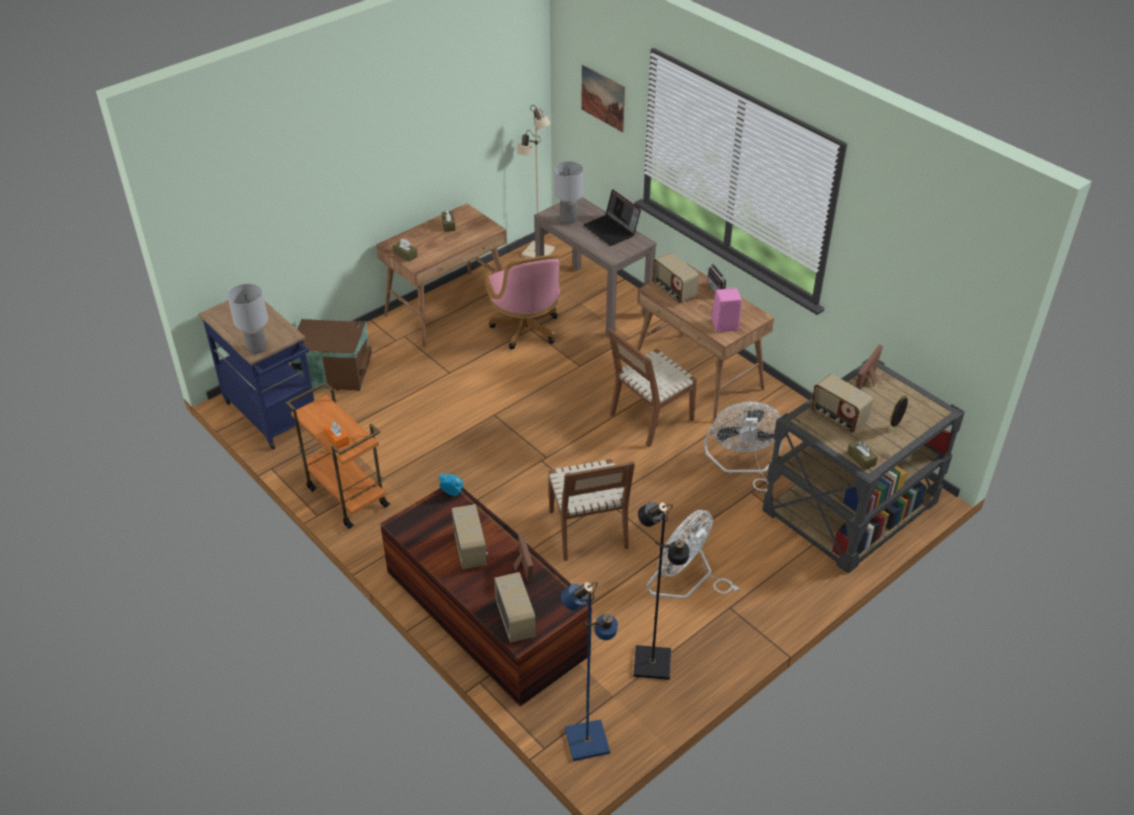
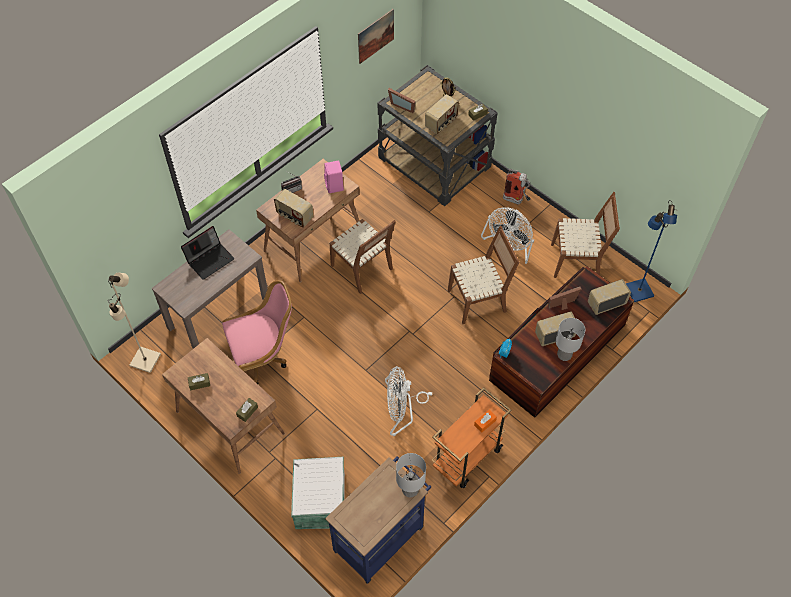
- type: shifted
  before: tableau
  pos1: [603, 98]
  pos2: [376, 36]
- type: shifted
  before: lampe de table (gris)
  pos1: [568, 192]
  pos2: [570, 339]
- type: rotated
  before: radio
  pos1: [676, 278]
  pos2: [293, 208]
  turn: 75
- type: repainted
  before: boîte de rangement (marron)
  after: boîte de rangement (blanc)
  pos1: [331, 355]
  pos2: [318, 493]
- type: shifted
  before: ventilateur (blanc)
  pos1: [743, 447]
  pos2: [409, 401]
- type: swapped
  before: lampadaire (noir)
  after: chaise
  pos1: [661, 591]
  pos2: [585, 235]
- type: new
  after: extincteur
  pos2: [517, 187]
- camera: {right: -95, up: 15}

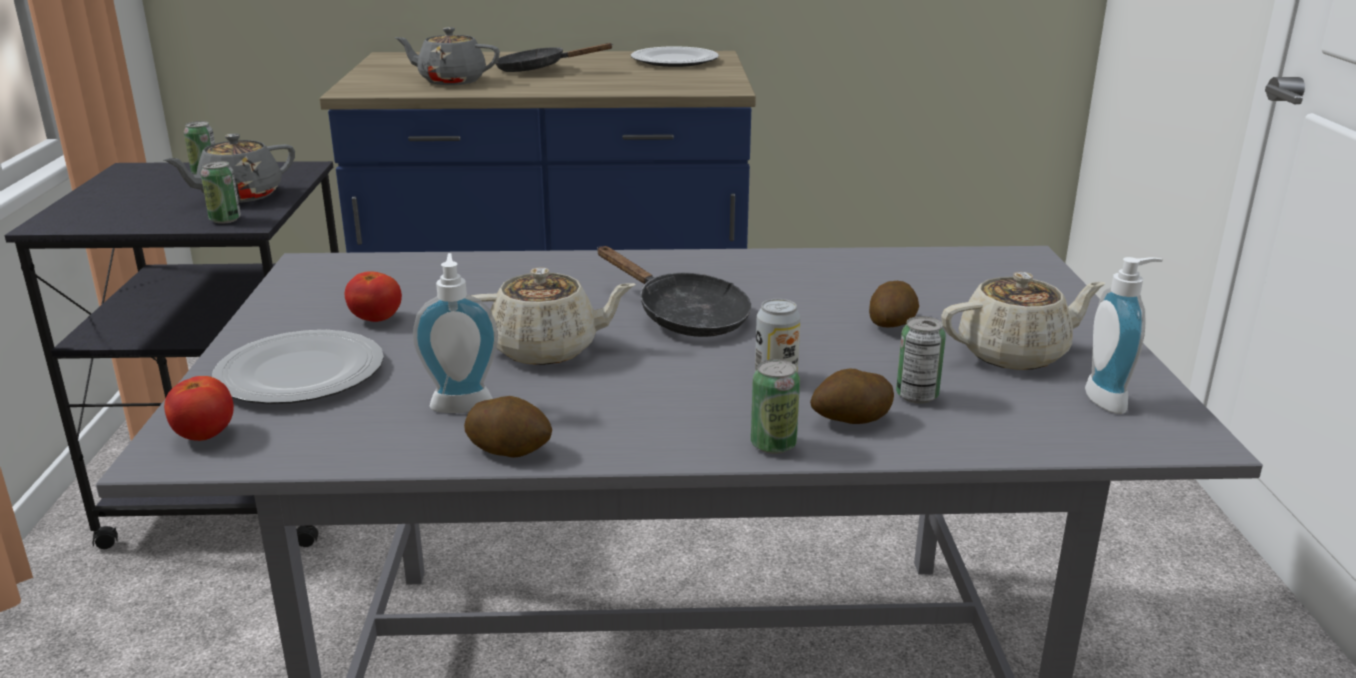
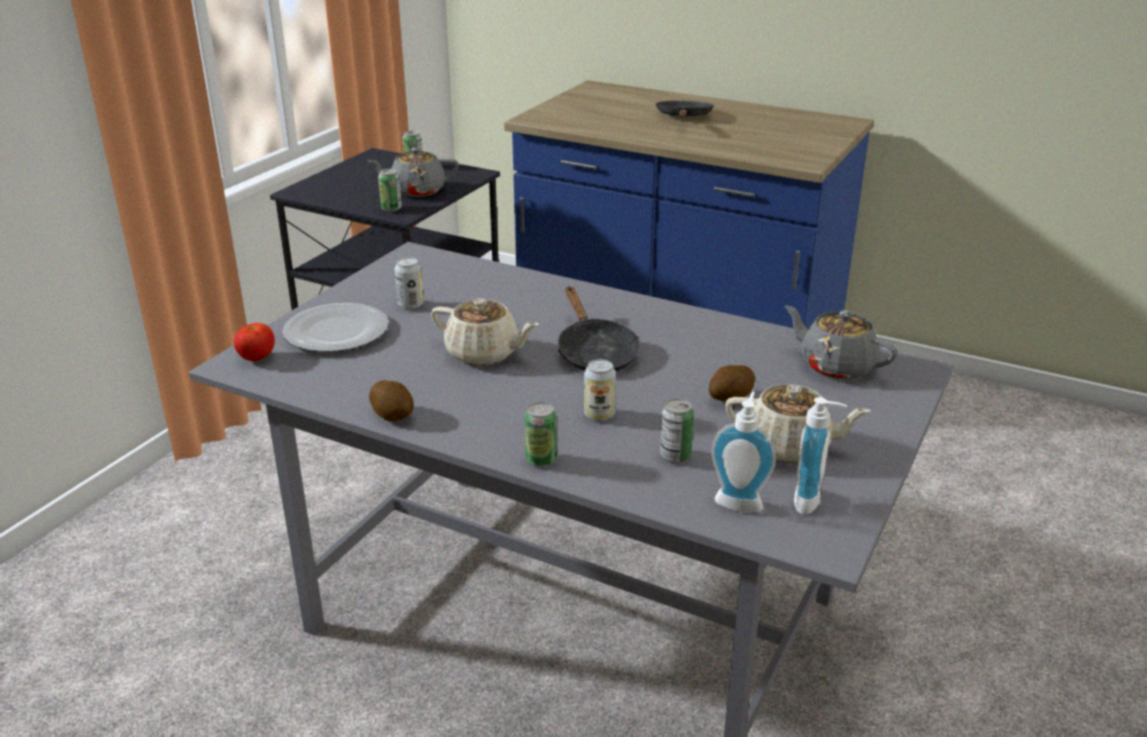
- type: shifted
  before: théière (gris)
  pos1: [447, 56]
  pos2: [841, 342]
- type: rotated
  before: poêle (noir)
  pos1: [555, 57]
  pos2: [684, 109]
  turn: 60
- type: gone
  before: assiette
  pos1: [675, 56]
- type: shifted
  before: distributeur de savon
  pos1: [455, 333]
  pos2: [743, 452]
- type: swapped
  before: tomate
  after: boîte métallique
  pos1: [373, 296]
  pos2: [409, 283]
- type: gone
  before: pomme de terre
  pos1: [852, 396]
- camera: {right: 30, up: 5}

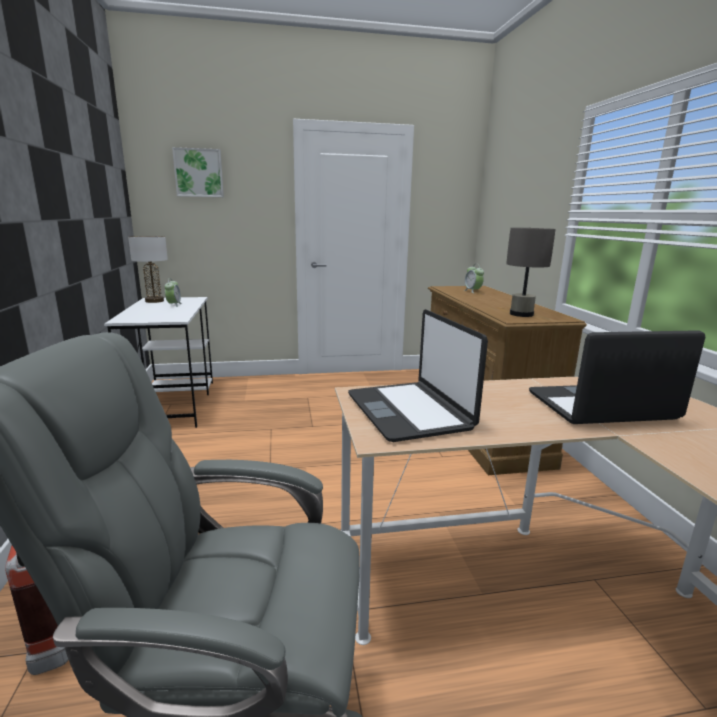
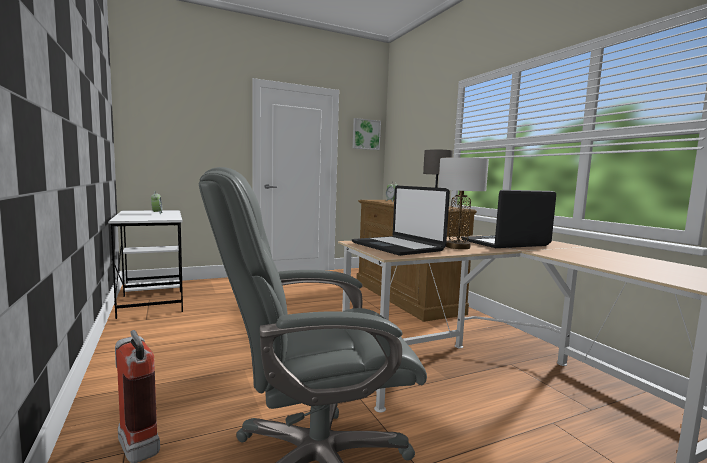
- type: shifted
  before: tableau
  pos1: [198, 172]
  pos2: [367, 134]
- type: shifted
  before: lampe de table
  pos1: [148, 269]
  pos2: [463, 203]
- camera: {right: -15, up: -10}

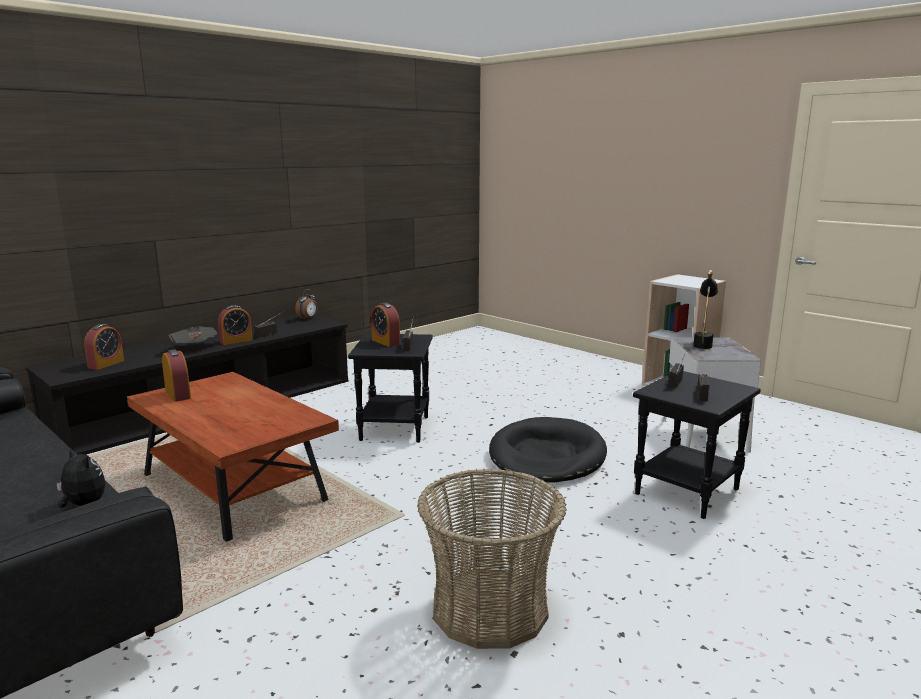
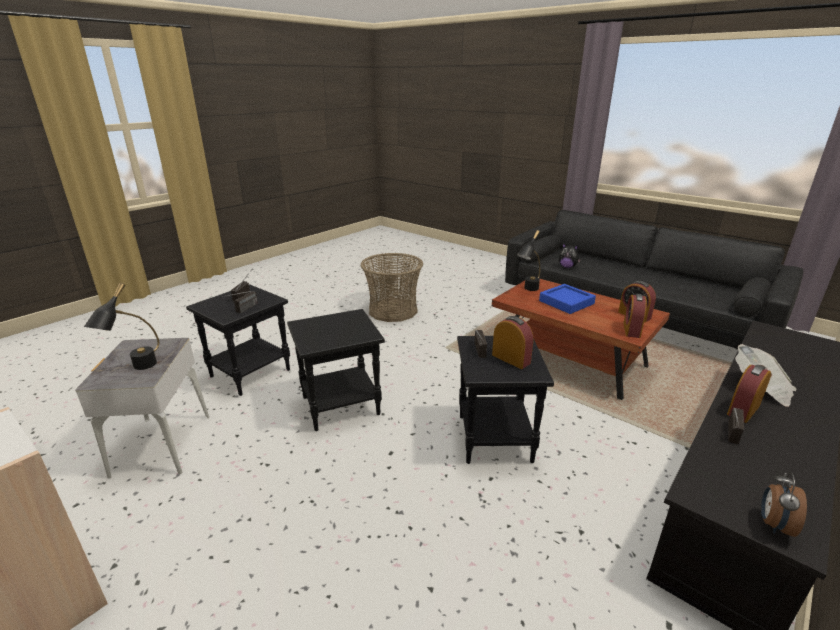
- type: shifted
  before: réveil
  pos1: [104, 347]
  pos2: [635, 316]
- type: swapped
  before: panier pour chien (noir)
  after: table d'appoint (noir)
  pos1: [548, 450]
  pos2: [336, 370]
- type: new
  after: lampe de table (noir)
  pos2: [528, 260]
- type: new
  after: plateau (bleu)
  pos2: [567, 299]
- camera: {right: 175, up: 10}

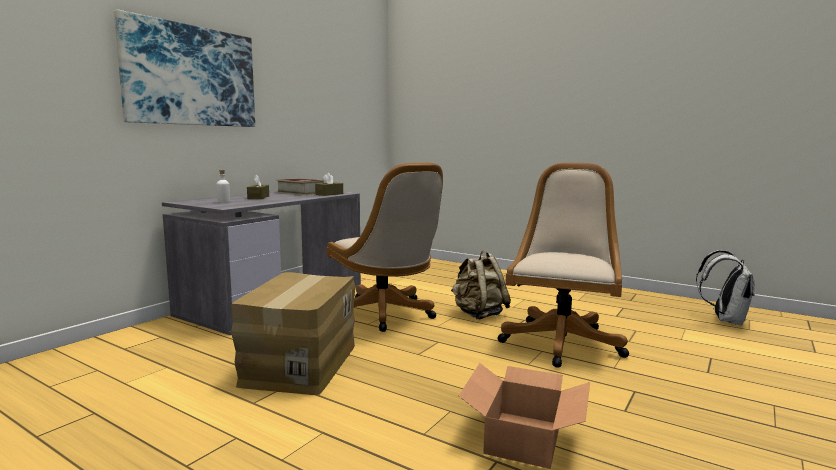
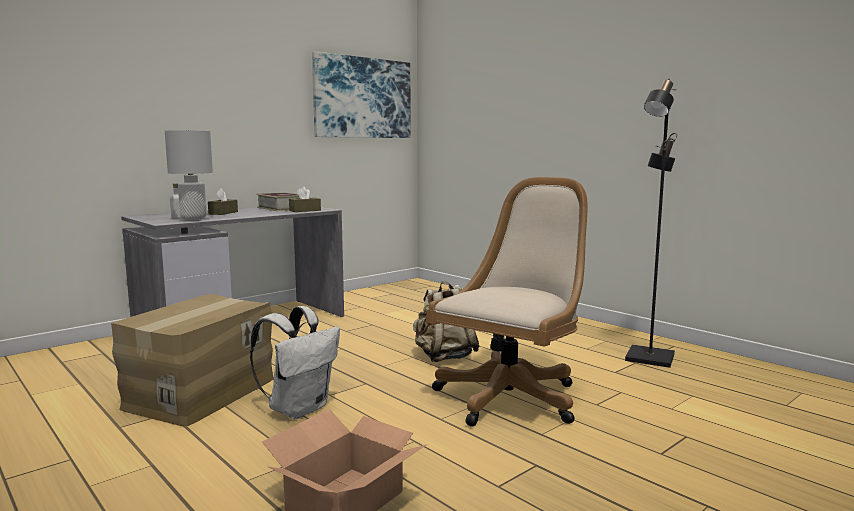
- type: shifted
  before: tableau
  pos1: [184, 68]
  pos2: [361, 94]
- type: gone
  before: chaise de bureau
  pos1: [385, 247]
- type: shifted
  before: sac à dos (blanc)
  pos1: [726, 288]
  pos2: [295, 362]
- type: new
  after: lampadaire (noir)
  pos2: [651, 223]
- type: new
  after: lampe de table (gris)
  pos2: [189, 175]
- camera: {right: 15, up: 0}

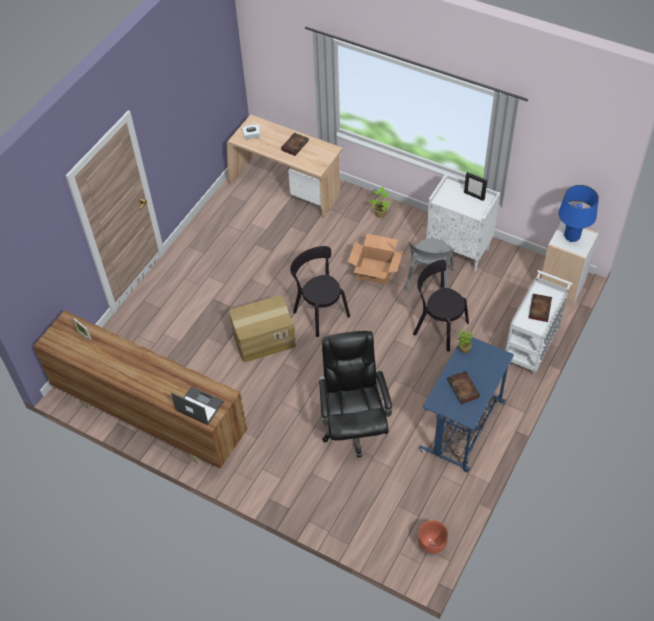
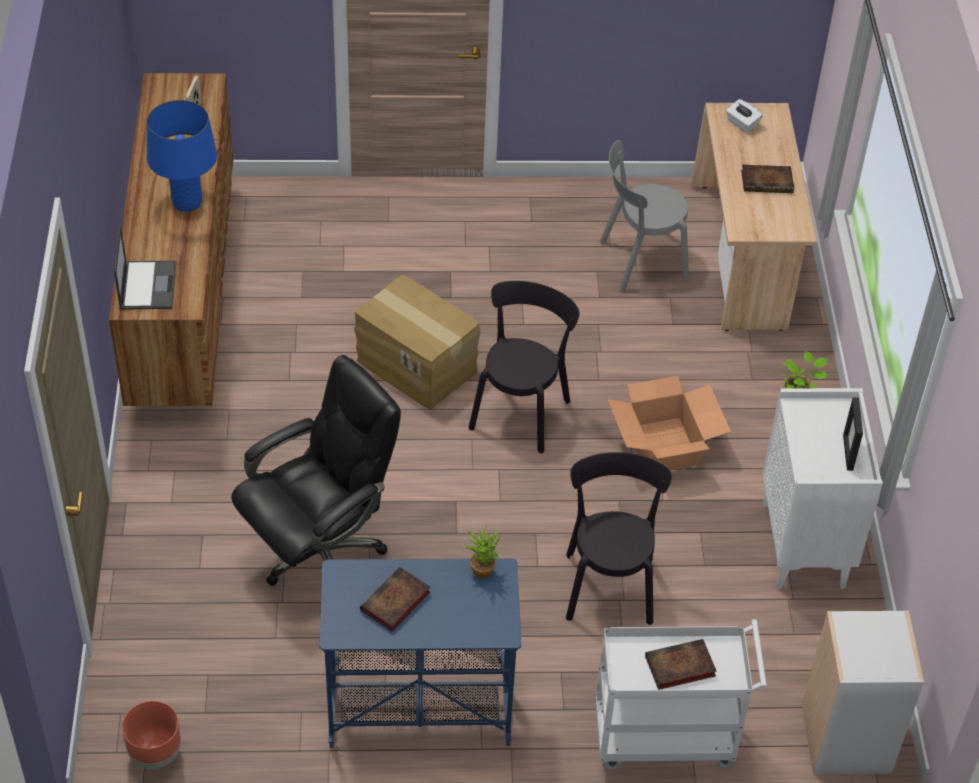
- type: shifted
  before: lampe de table (bleu)
  pos1: [578, 213]
  pos2: [182, 156]
- type: shifted
  before: chaise (gris)
  pos1: [429, 264]
  pos2: [644, 216]
- camera: {right: 55, up: -5}

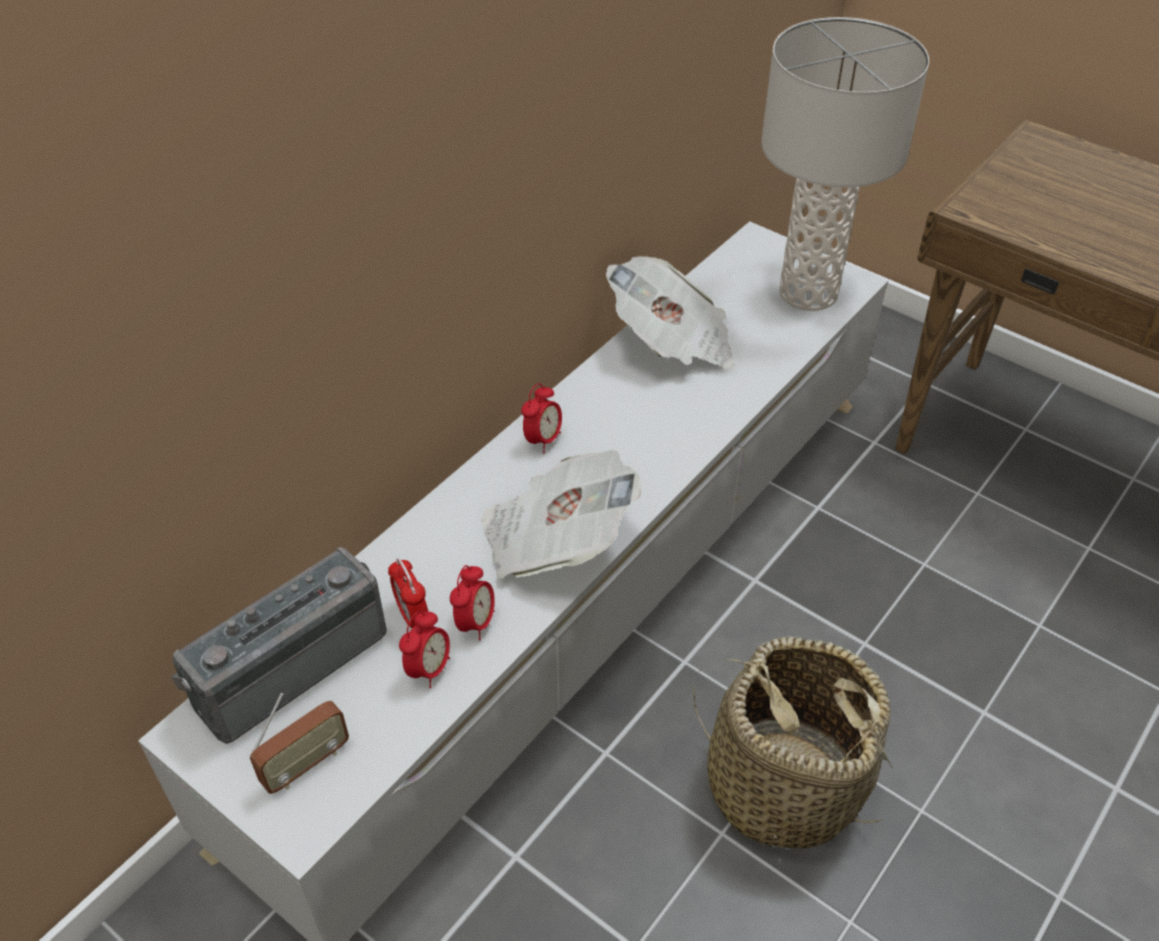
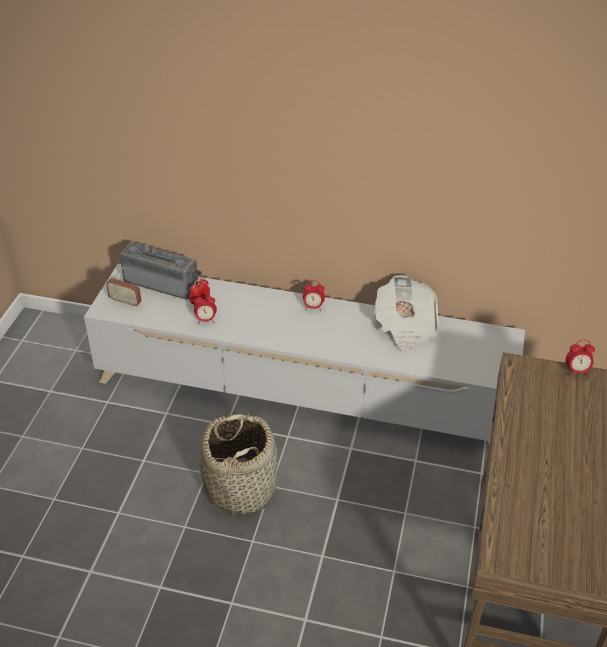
- type: gone
  before: lampe de table (blanc)
  pos1: [845, 164]
- type: gone
  before: journal
  pos1: [561, 514]
- type: shifted
  before: réveil
  pos1: [424, 649]
  pos2: [580, 357]
- camera: {right: 65, up: -5}

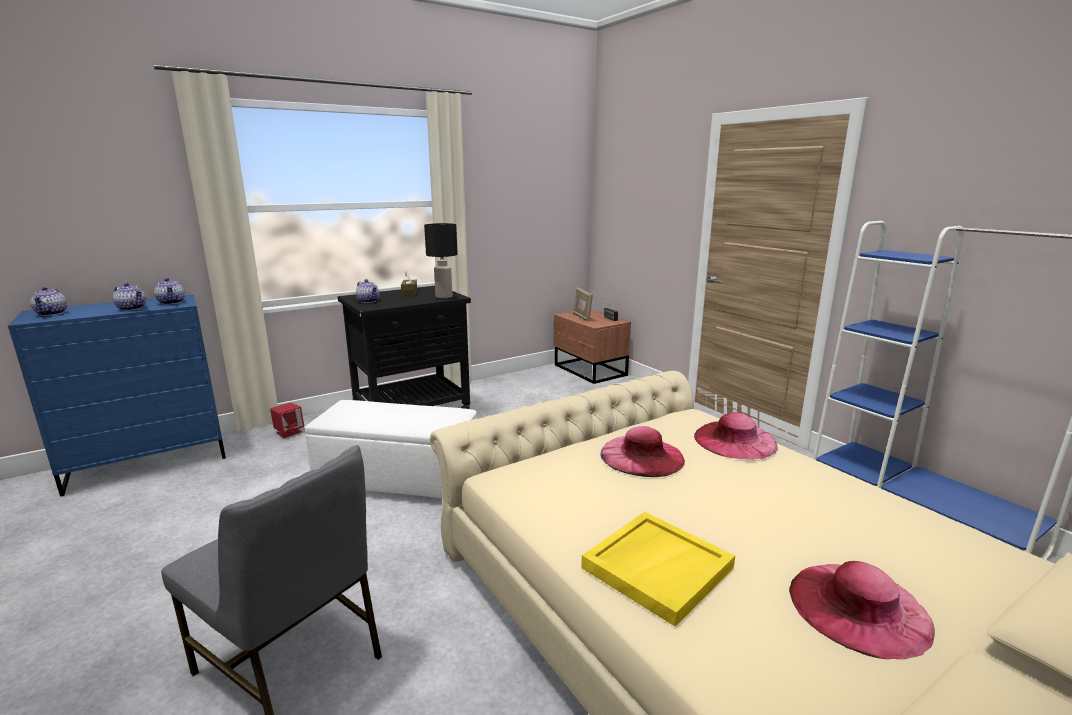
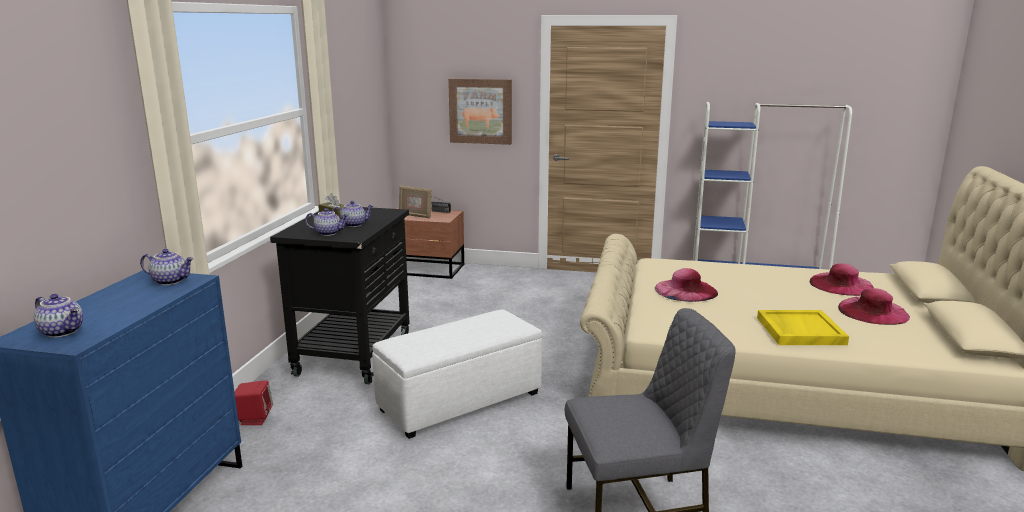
- type: gone
  before: lampe de table (noir)
  pos1: [441, 261]
- type: shifted
  before: théière
  pos1: [129, 297]
  pos2: [352, 214]
- type: shifted
  before: chapeau (rose)
  pos1: [736, 436]
  pos2: [841, 279]
- type: new
  after: tableau
  pos2: [480, 111]
- camera: {right: -45, up: 0}

